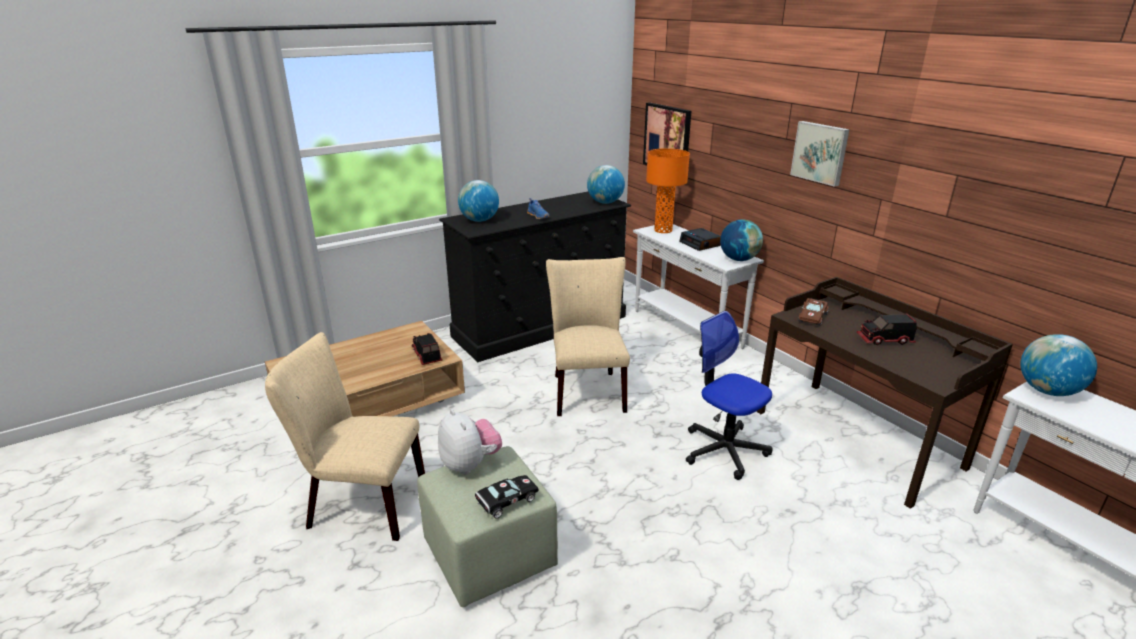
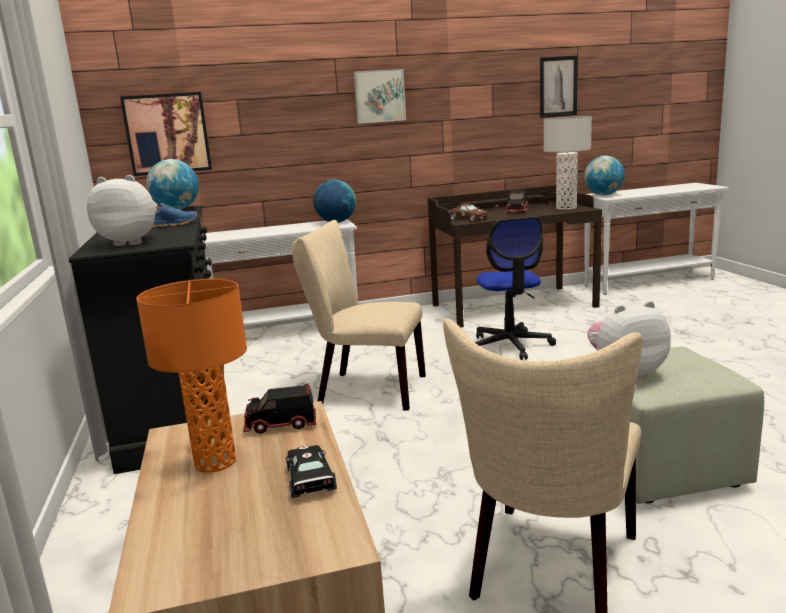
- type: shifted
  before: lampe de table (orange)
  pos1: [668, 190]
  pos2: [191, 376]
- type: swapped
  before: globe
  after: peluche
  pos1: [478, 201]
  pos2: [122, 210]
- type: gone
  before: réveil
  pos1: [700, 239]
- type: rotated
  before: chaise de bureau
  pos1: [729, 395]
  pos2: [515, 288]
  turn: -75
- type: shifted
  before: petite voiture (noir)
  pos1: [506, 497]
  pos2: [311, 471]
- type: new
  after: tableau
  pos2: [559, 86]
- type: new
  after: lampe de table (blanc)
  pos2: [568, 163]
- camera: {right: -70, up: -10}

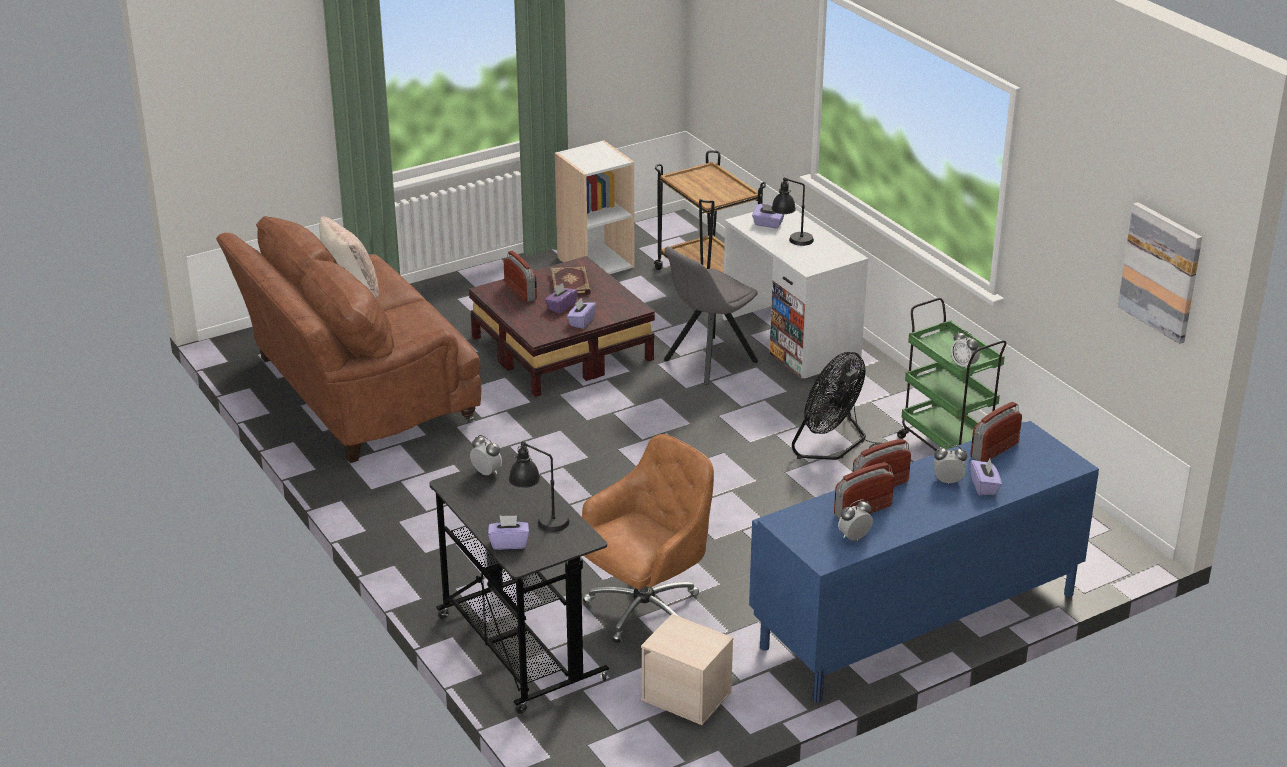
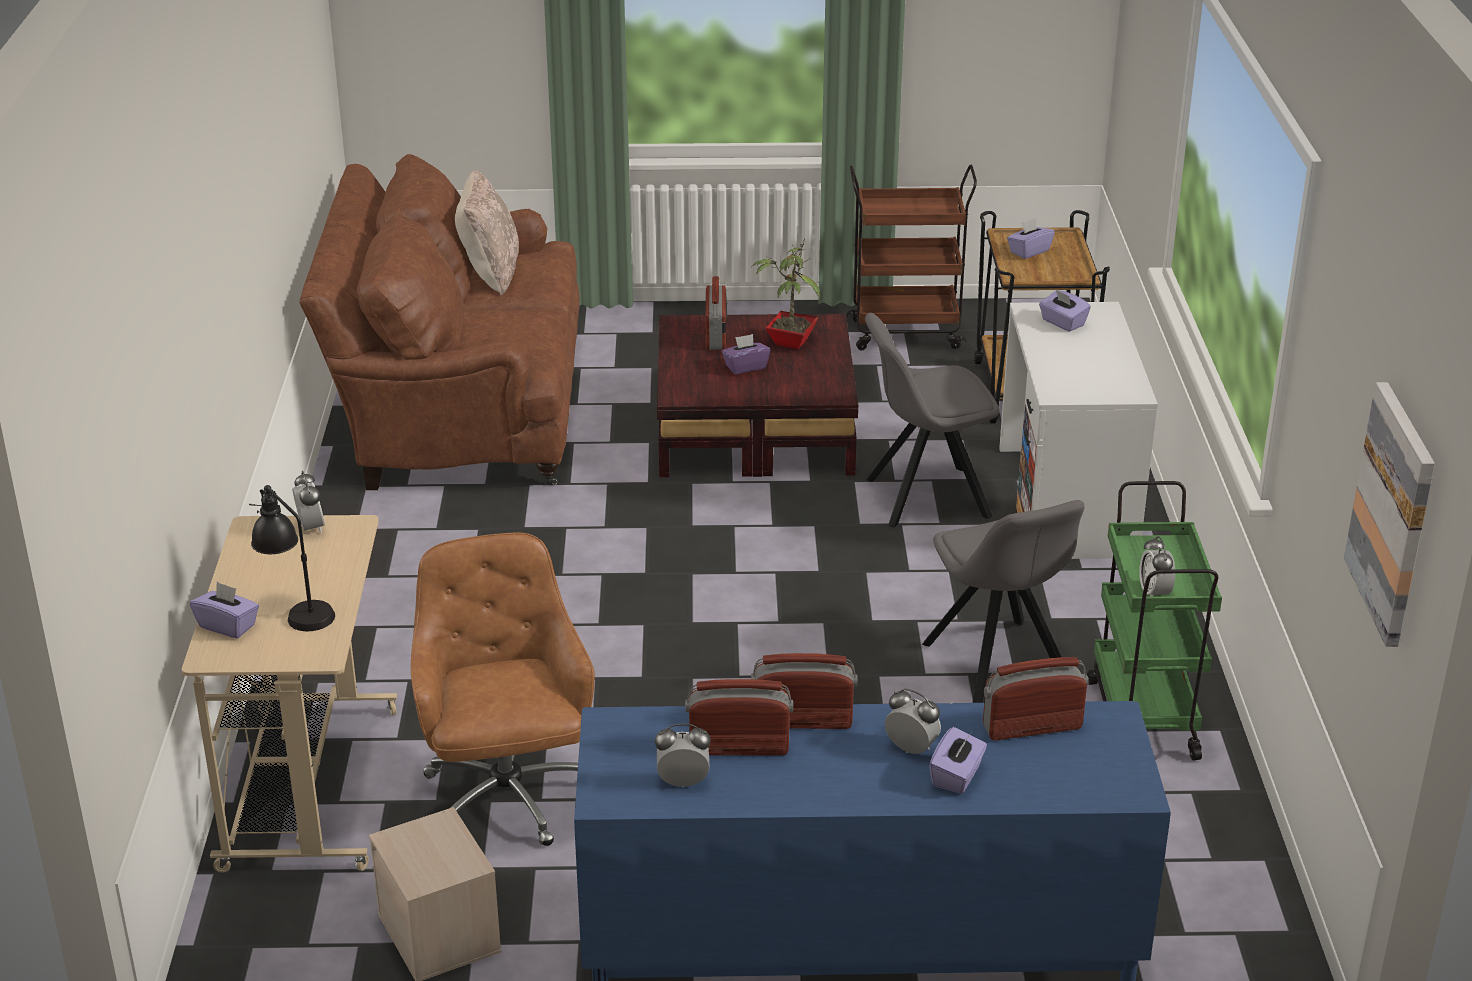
- type: swapped
  before: bibliothèque
  after: chariot (marron)
  pos1: [594, 207]
  pos2: [911, 257]
- type: gone
  before: lampe de table (noir)
  pos1: [792, 211]
- type: swapped
  before: livre
  after: plante en pot
  pos1: [570, 280]
  pos2: [786, 294]
- type: shifted
  before: boîte à mouchoirs (violet)
  pos1: [581, 313]
  pos2: [1031, 238]
- type: swapped
  before: ventilateur (noir)
  after: chaise (gris)
  pos1: [837, 406]
  pos2: [1003, 601]
- type: rotated
  before: chaise de bureau (marron)
  pos1: [648, 538]
  pos2: [503, 689]
  turn: -90
- type: repainted
  before: bureau (noir)
  after: bureau (beige)
  pos1: [519, 583]
  pos2: [289, 694]
- camera: {right: 30, up: 0}

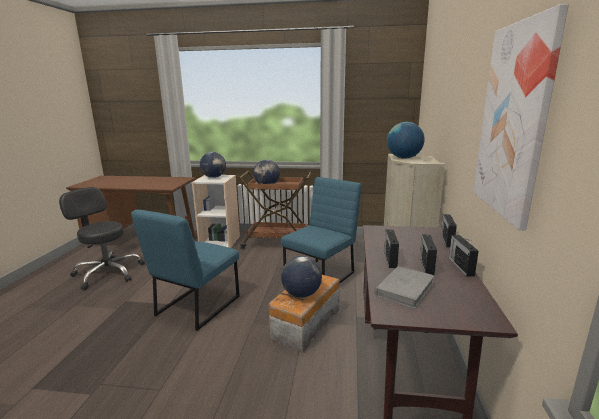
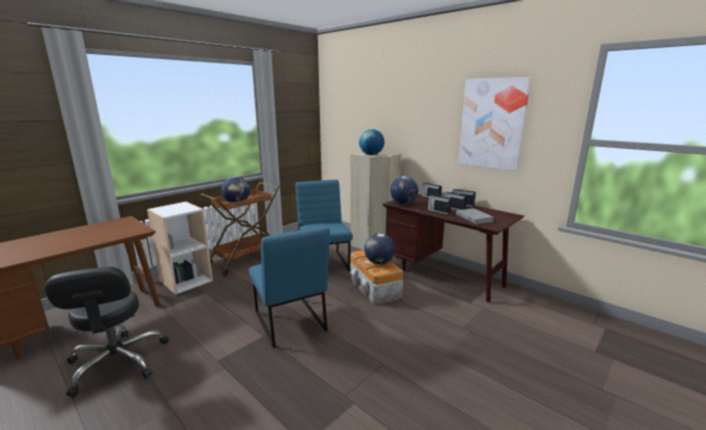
- type: shifted
  before: globe
  pos1: [213, 165]
  pos2: [404, 190]
- type: rotated
  before: chaise de bureau (noir)
  pos1: [102, 238]
  pos2: [107, 332]
  turn: -90
- camera: {right: -55, up: 0}

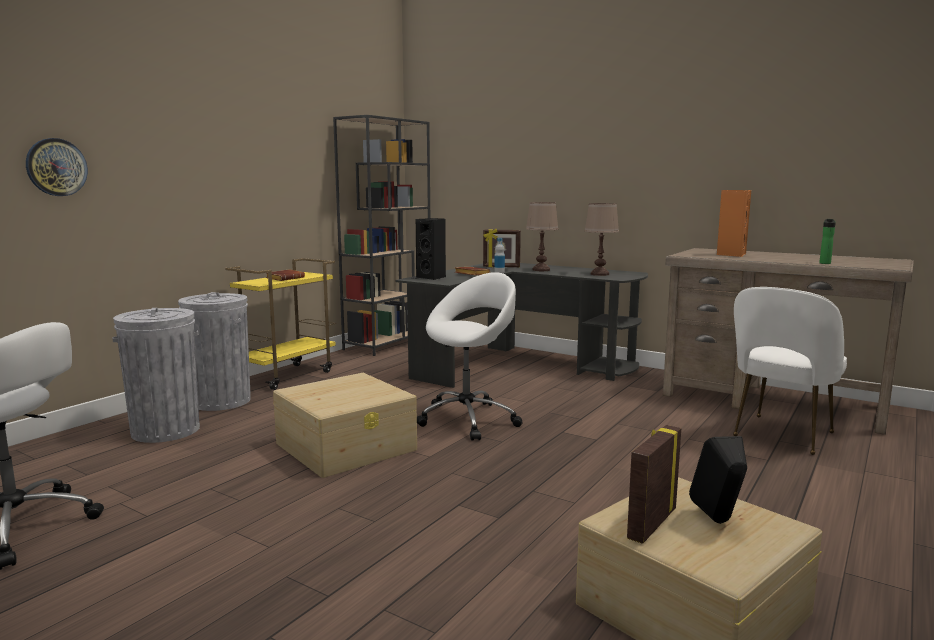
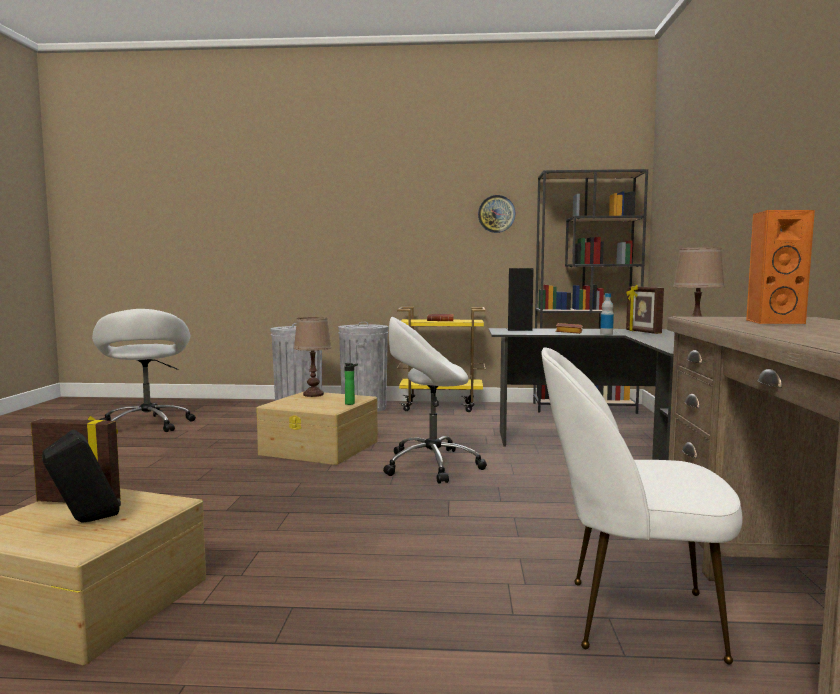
- type: shifted
  before: horloge murale
  pos1: [57, 167]
  pos2: [496, 214]
- type: shifted
  before: lampe de table (marron)
  pos1: [542, 236]
  pos2: [312, 357]
- type: shifted
  before: bouteille
  pos1: [827, 241]
  pos2: [351, 384]
- type: rotated
  before: chaise de bureau (blanc)
  pos1: [469, 356]
  pos2: [435, 400]
  turn: 150
- camera: {right: 60, up: -5}

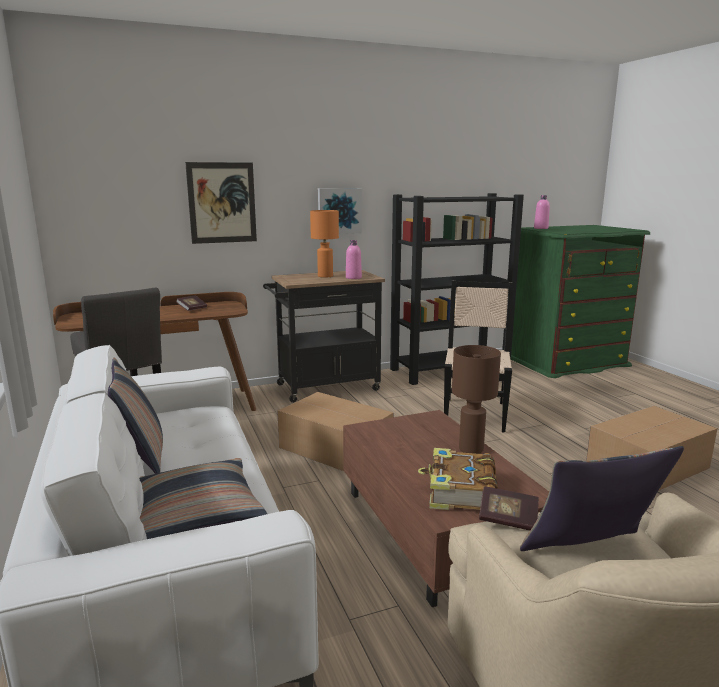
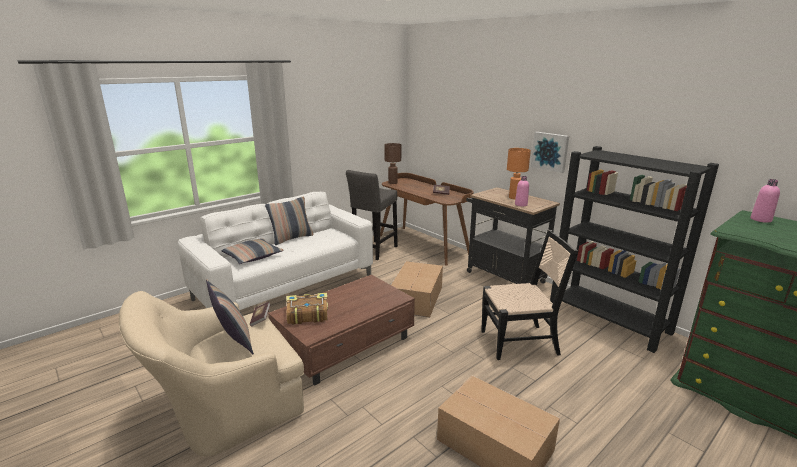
- type: gone
  before: tableau
  pos1: [221, 203]
- type: shifted
  before: lampe de table (marron)
  pos1: [476, 399]
  pos2: [392, 163]
- camera: {right: 70, up: 5}

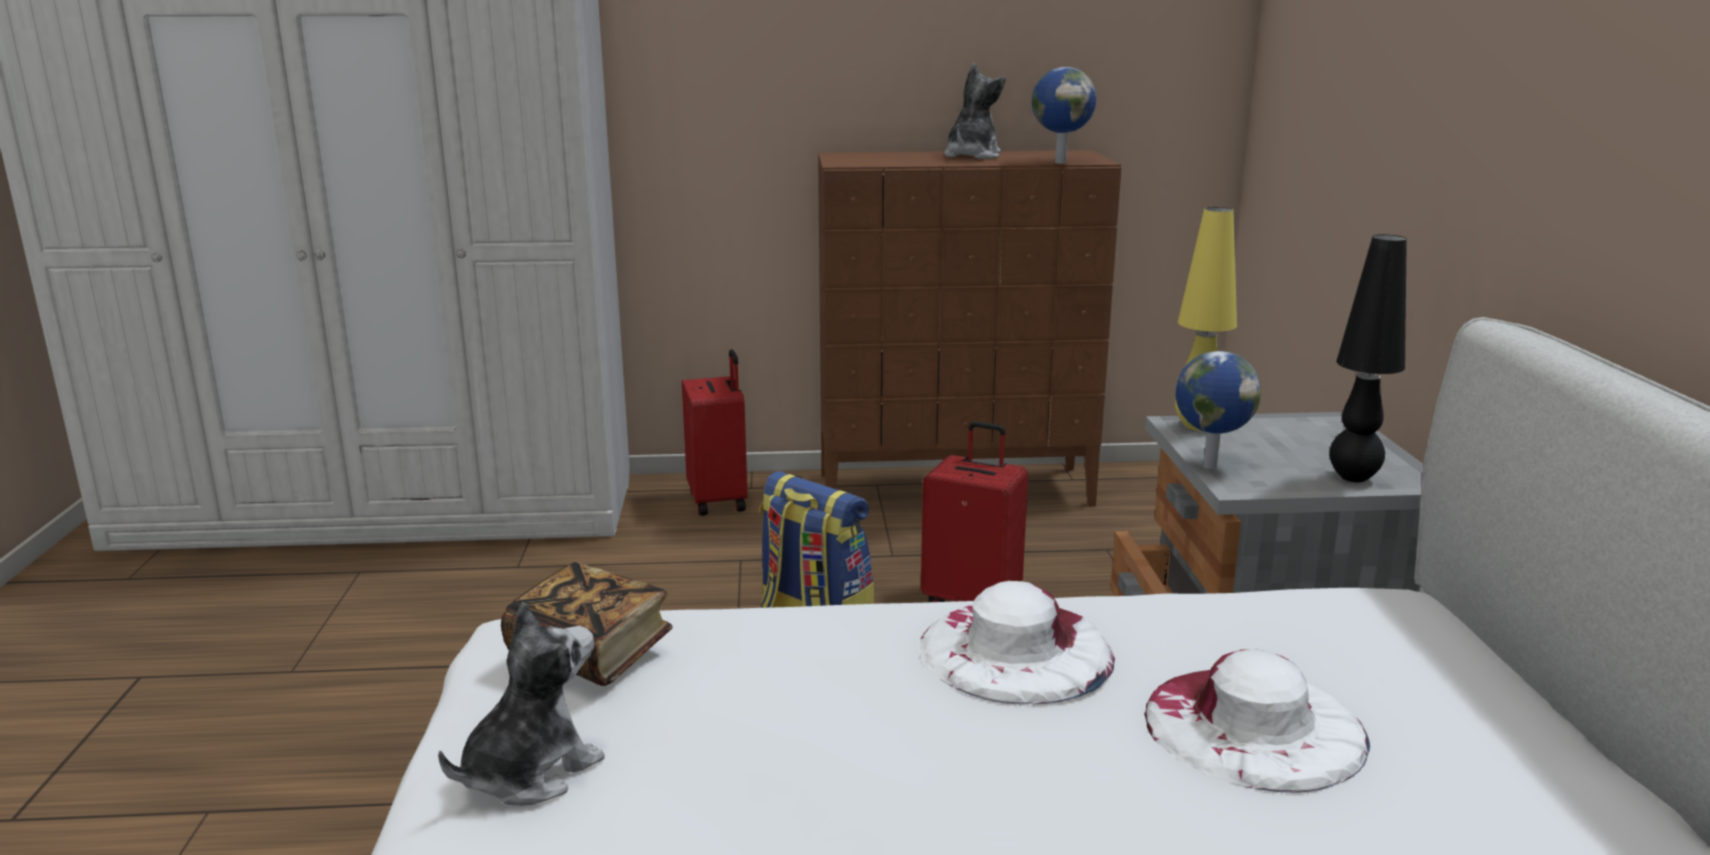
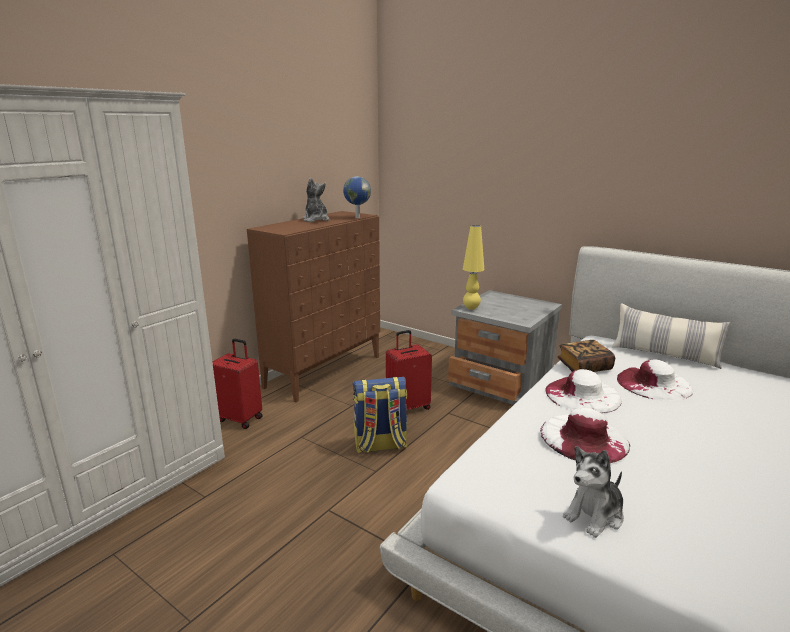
- type: gone
  before: lampe de table (noir)
  pos1: [1368, 358]
- type: gone
  before: globe
  pos1: [1218, 410]
- type: shifted
  before: livre
  pos1: [587, 624]
  pos2: [586, 356]
- type: rotated
  before: peluche
  pos1: [521, 704]
  pos2: [593, 492]
  turn: -120
- type: new
  after: coussin
  pos2: [671, 336]
- type: new
  after: chapeau (blanc)
  pos2: [585, 435]
- camera: {right: -50, up: 0}

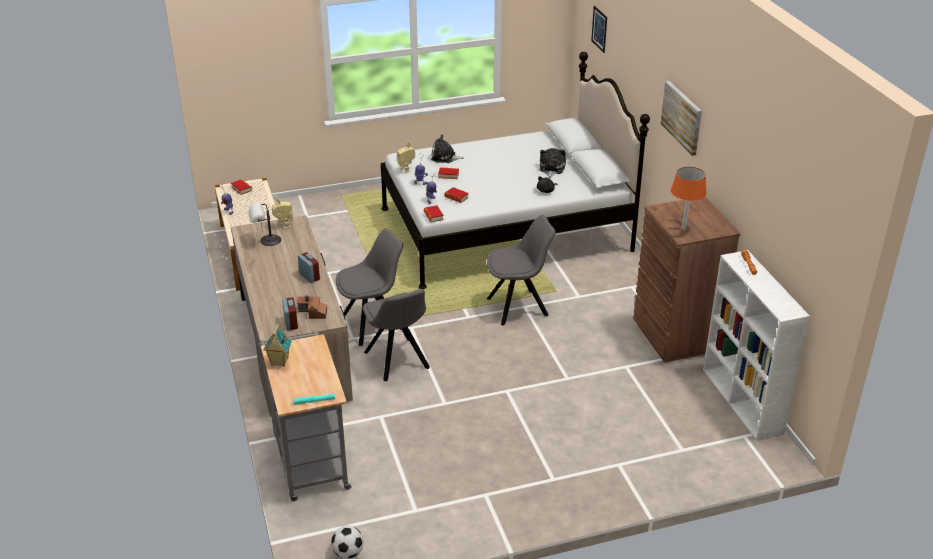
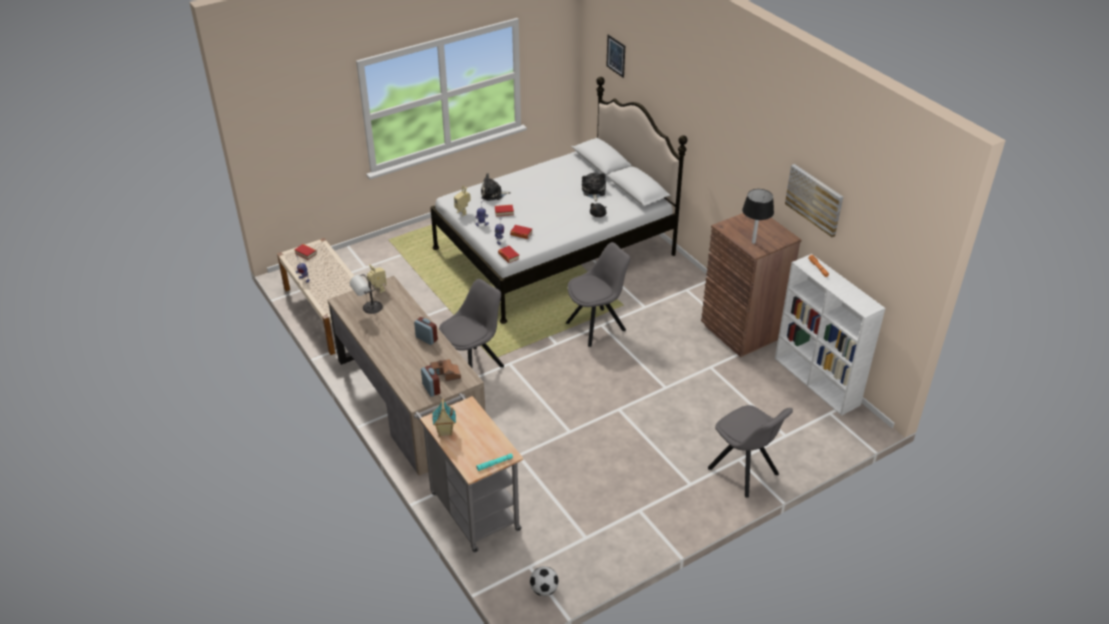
- type: shifted
  before: tableau
  pos1: [681, 118]
  pos2: [814, 200]
- type: repainted
  before: lampe de table (orange)
  after: lampe de table (noir)
  pos1: [689, 198]
  pos2: [758, 216]
- type: shifted
  before: chaise (gris)
  pos1: [396, 335]
  pos2: [750, 451]
- camera: {right: -15, up: 5}

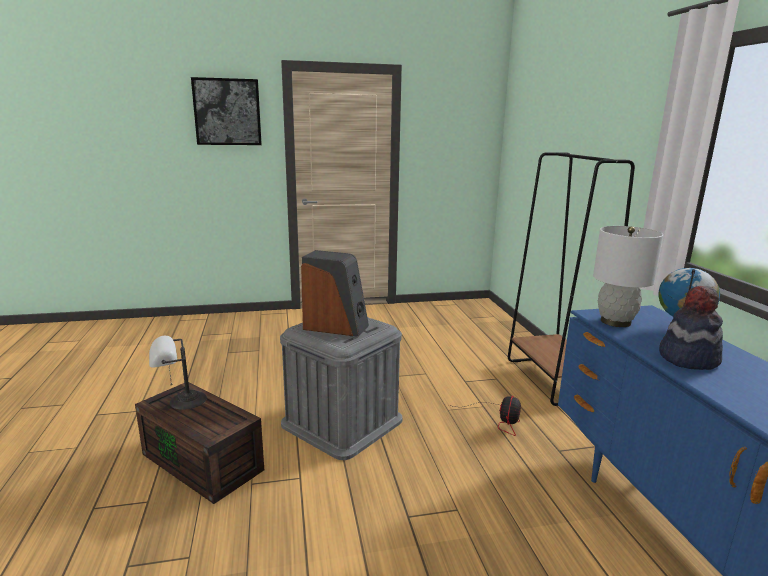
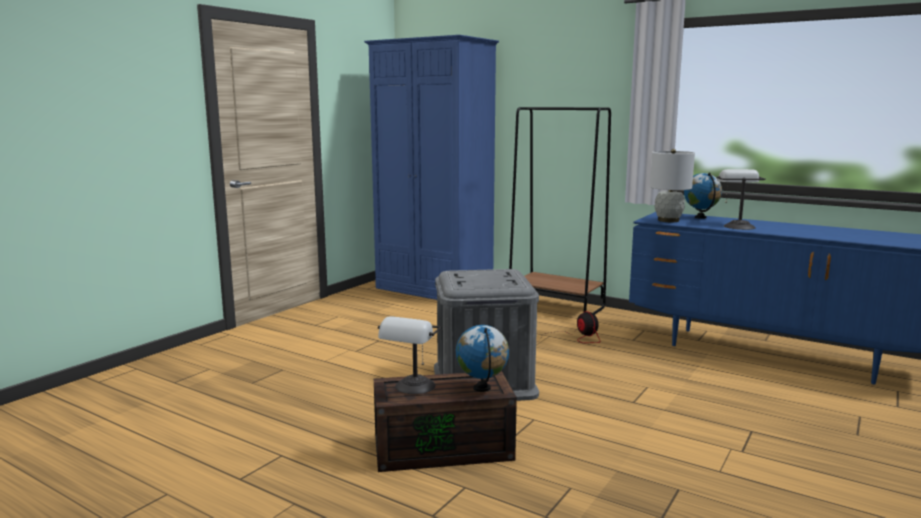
- type: gone
  before: tableau
  pos1: [226, 111]
- type: gone
  before: enceinte
  pos1: [335, 293]
- type: swapped
  before: chapeau
  after: lampe de table
  pos1: [691, 328]
  pos2: [741, 199]
- type: new
  after: armoire (bleu)
  pos2: [431, 167]
- type: new
  after: globe
  pos2: [482, 358]
- camera: {right: -45, up: -5}

